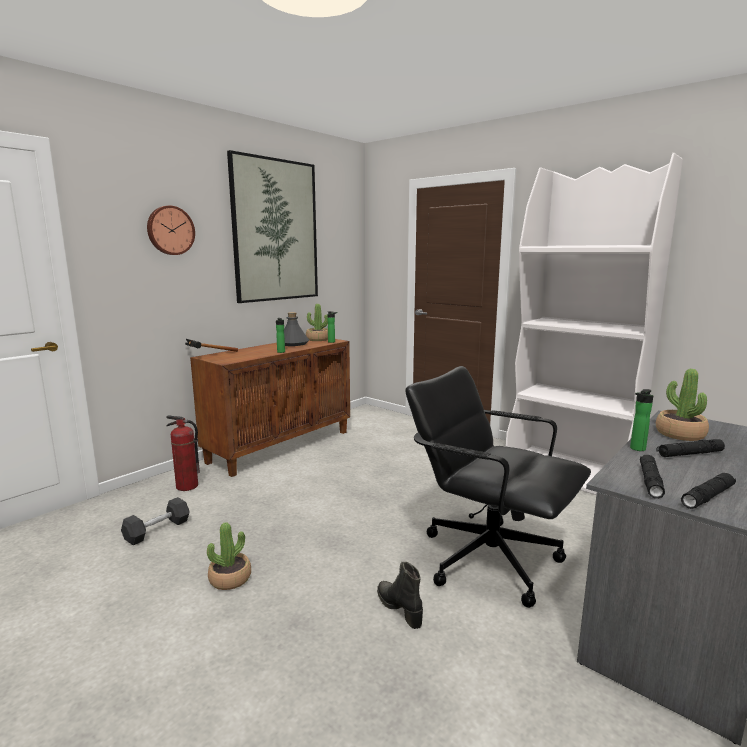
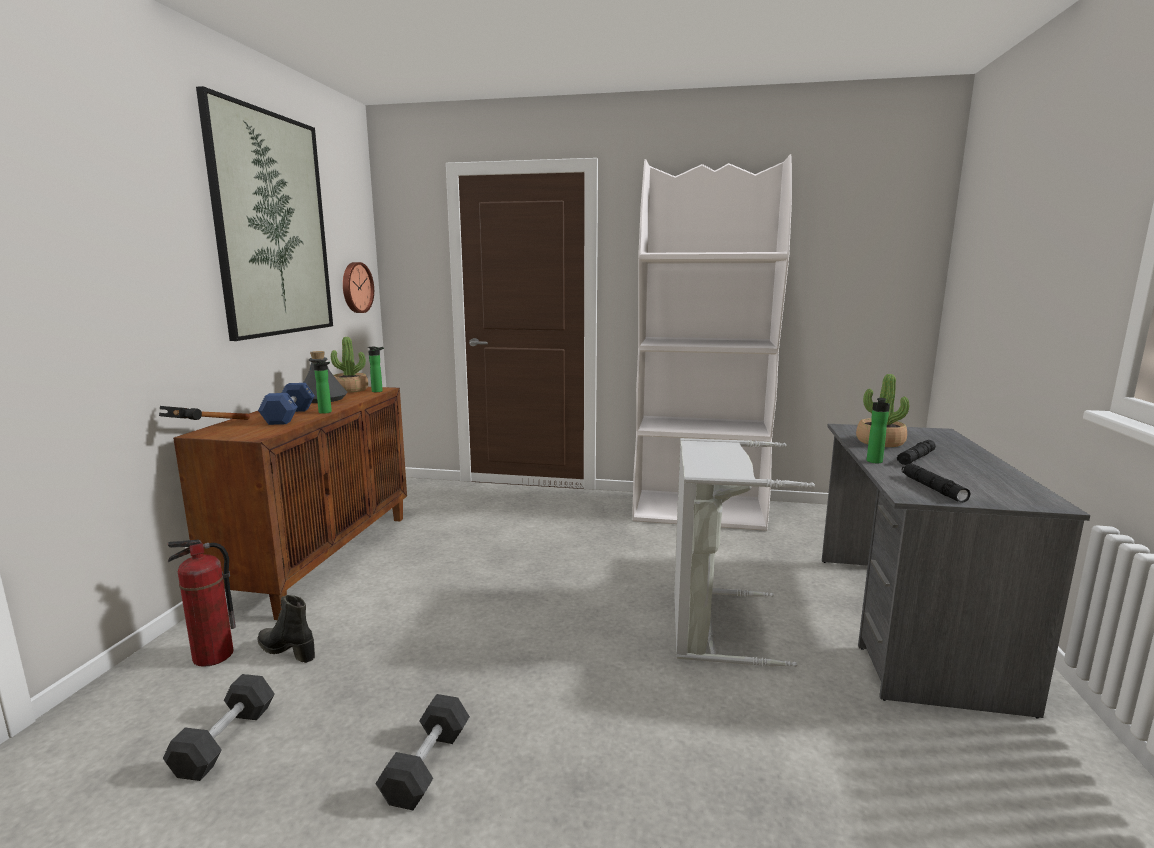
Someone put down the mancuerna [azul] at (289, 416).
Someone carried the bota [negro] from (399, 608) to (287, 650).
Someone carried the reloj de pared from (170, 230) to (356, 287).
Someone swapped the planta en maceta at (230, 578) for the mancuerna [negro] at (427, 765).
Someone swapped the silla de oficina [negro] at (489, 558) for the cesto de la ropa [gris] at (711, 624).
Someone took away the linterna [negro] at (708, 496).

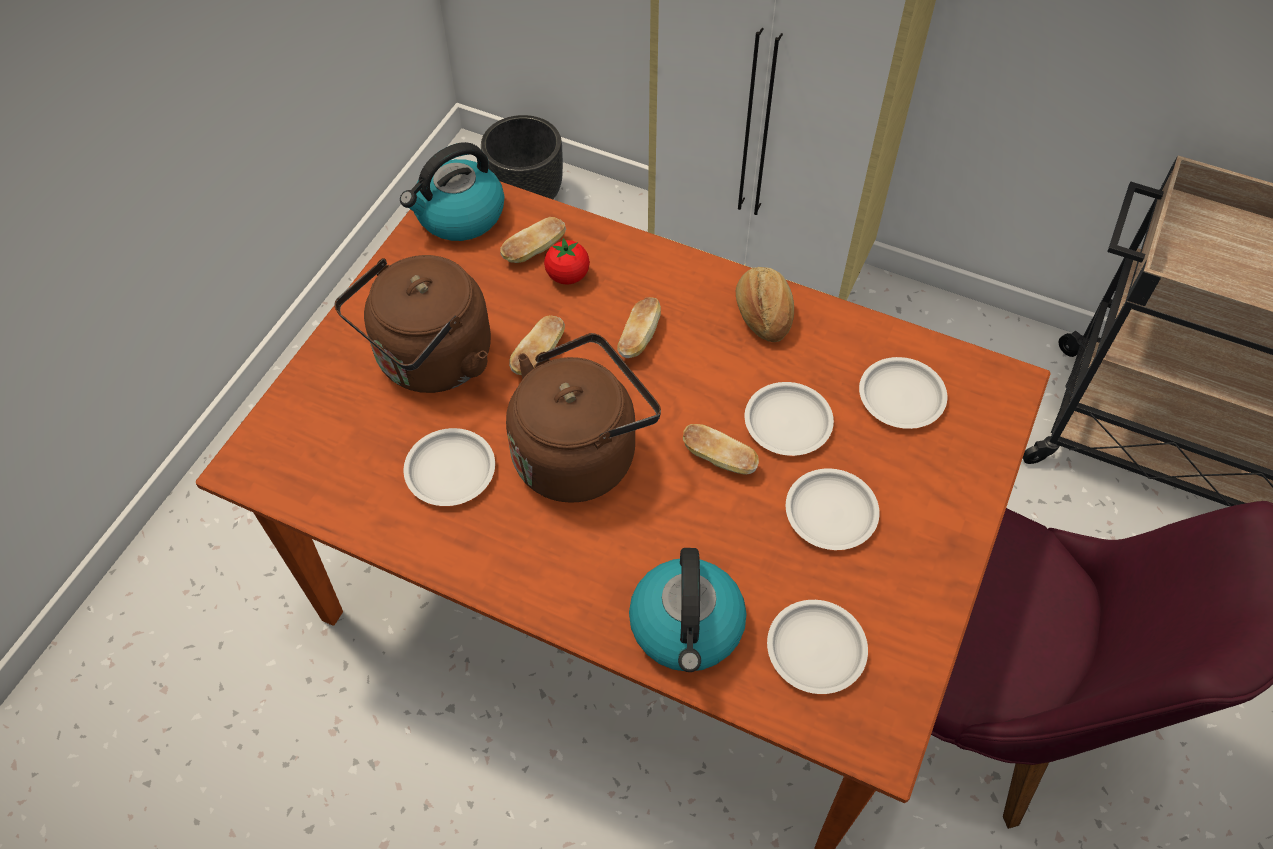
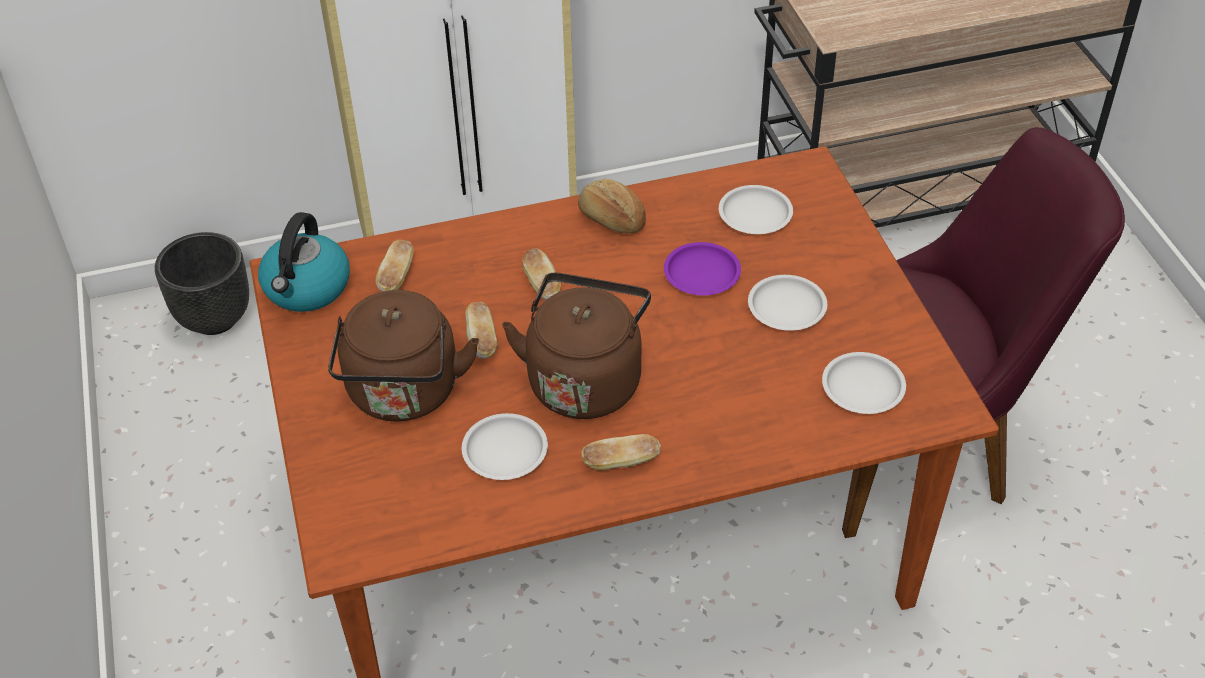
Someone carried the pan from (719, 459) to (621, 462).
Someone repainted the plato [blanco] at (788, 423), which became the plato [morado] at (702, 273).
Someone took away the tomate at (567, 276).
Someone took away the hervidor at (687, 627).

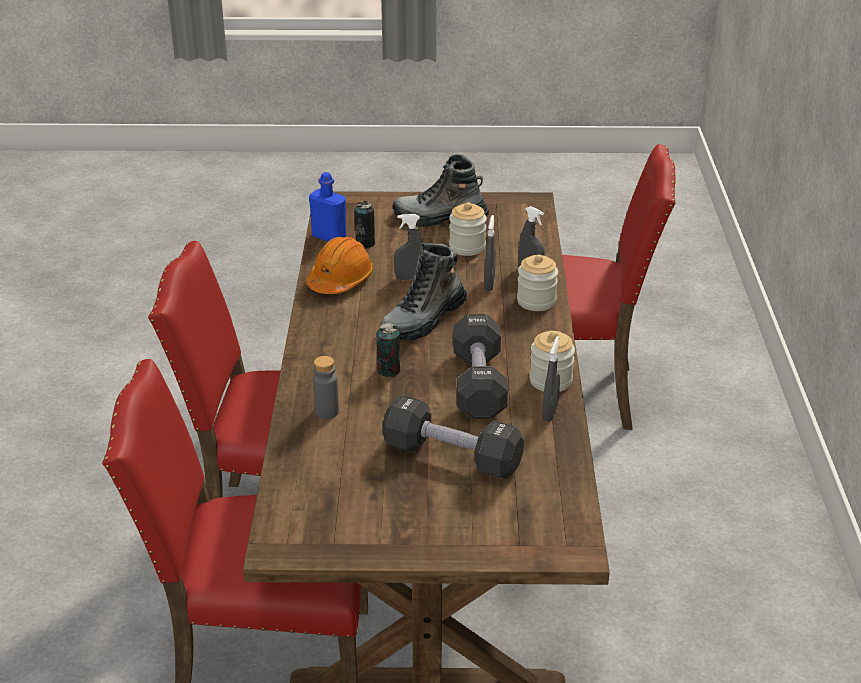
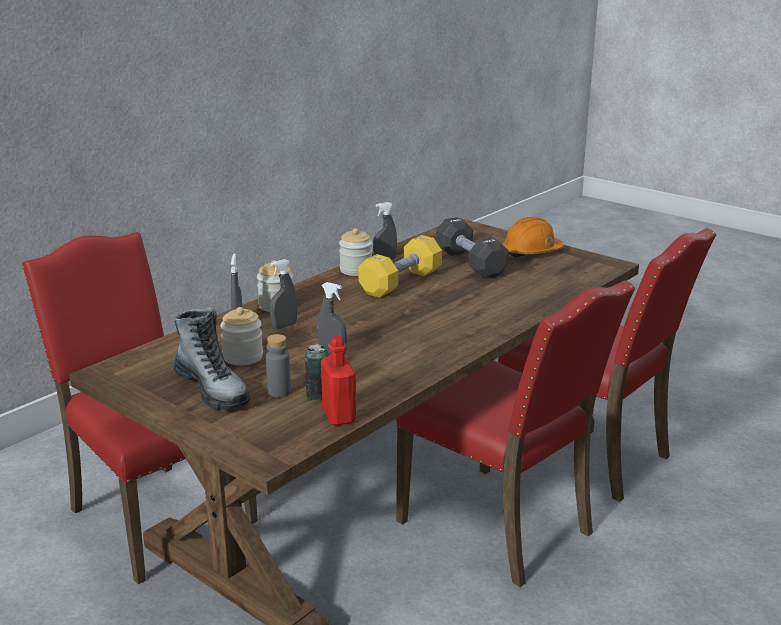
Someone carried the botella [gris] from (326, 412) to (279, 391).
Someone repainted the botella [azul] at (329, 237), which became the botella [rojo] at (339, 415).
Someone repainted the mancuerna [negro] at (478, 384), which became the mancuerna [amarillo] at (400, 282).
Someone carried the casco [naranja] from (340, 280) to (531, 252).
Someone took away the lata at (388, 371).
Someone took away the bota at (423, 320).

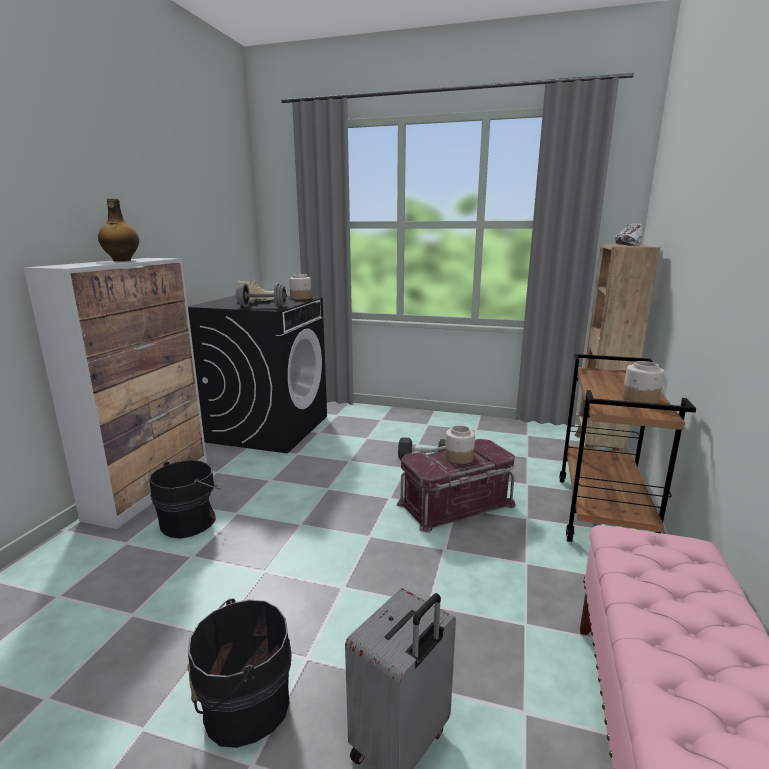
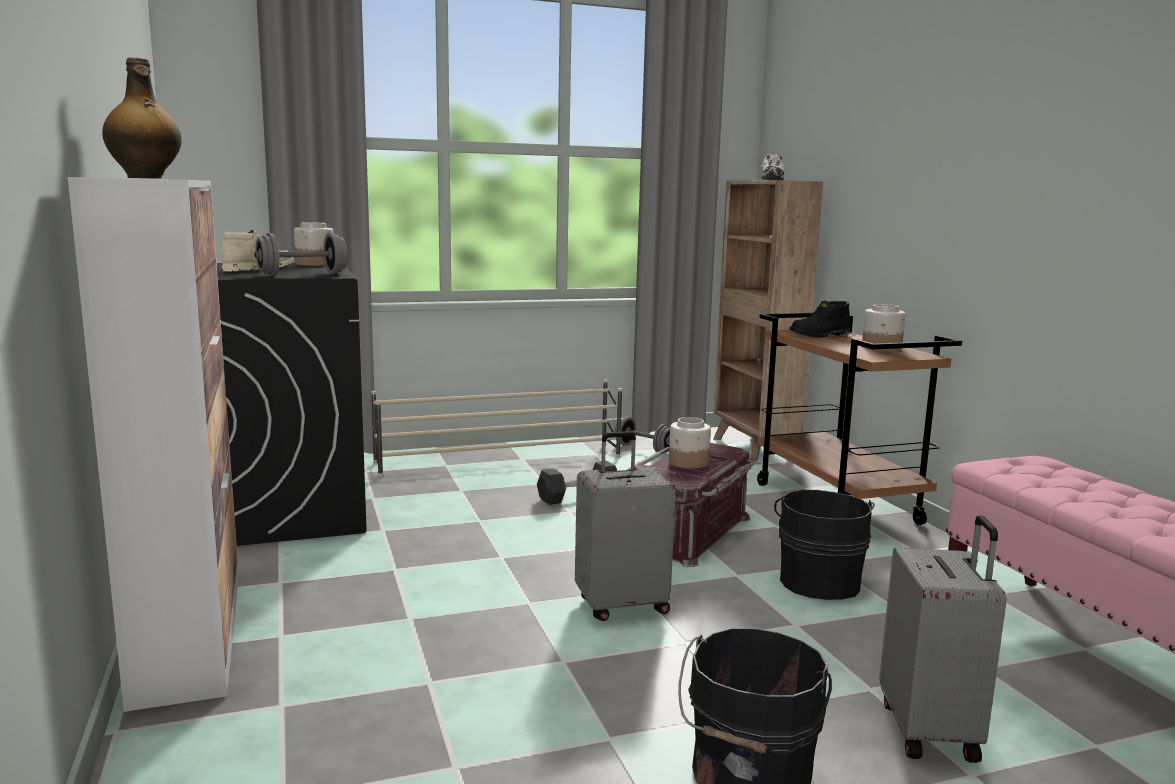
Someone put down the zapatero [beis] at (500, 460).
Someone put down the maleta [gris] at (621, 605).
Someone put down the mancuerna [gris] at (643, 449).
Someone carried the cubo [negro] from (191, 521) to (819, 580).
Someone put down the bota [negro] at (820, 335).

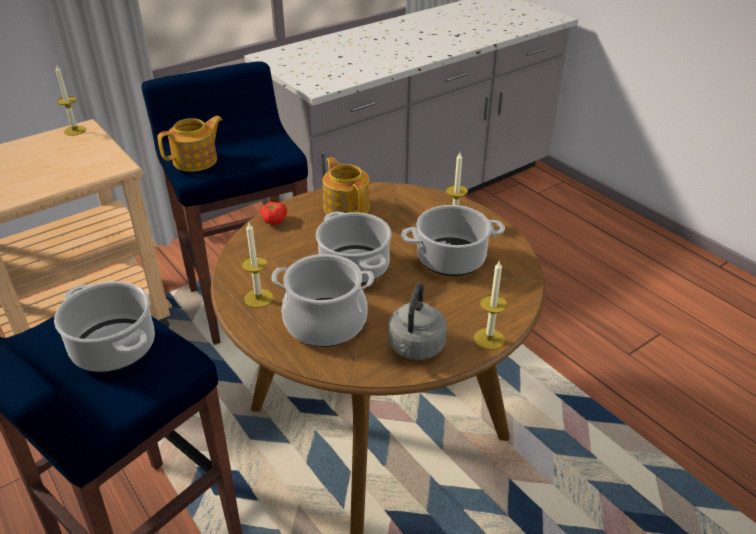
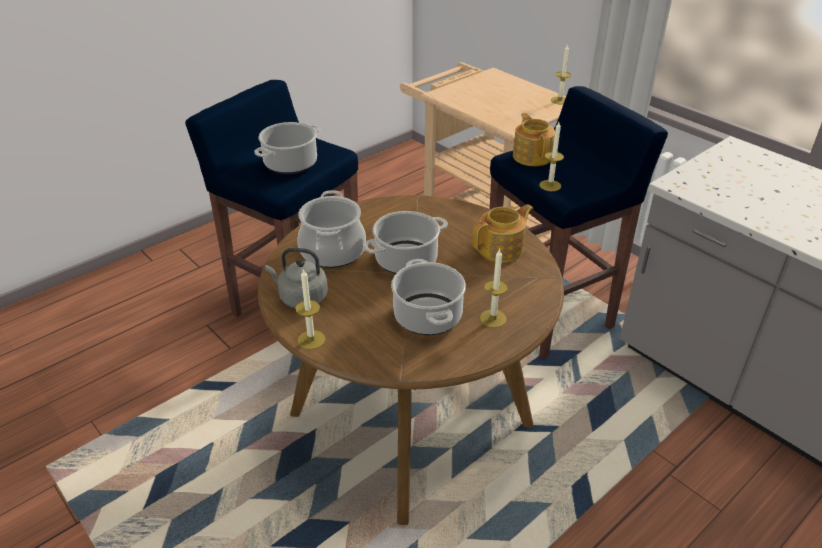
Someone rotated the tetera at (196, 160) by 150 degrees counterclockwise.
Someone carried the vela from (258, 298) to (550, 185).
Someone took away the tomate at (273, 220).

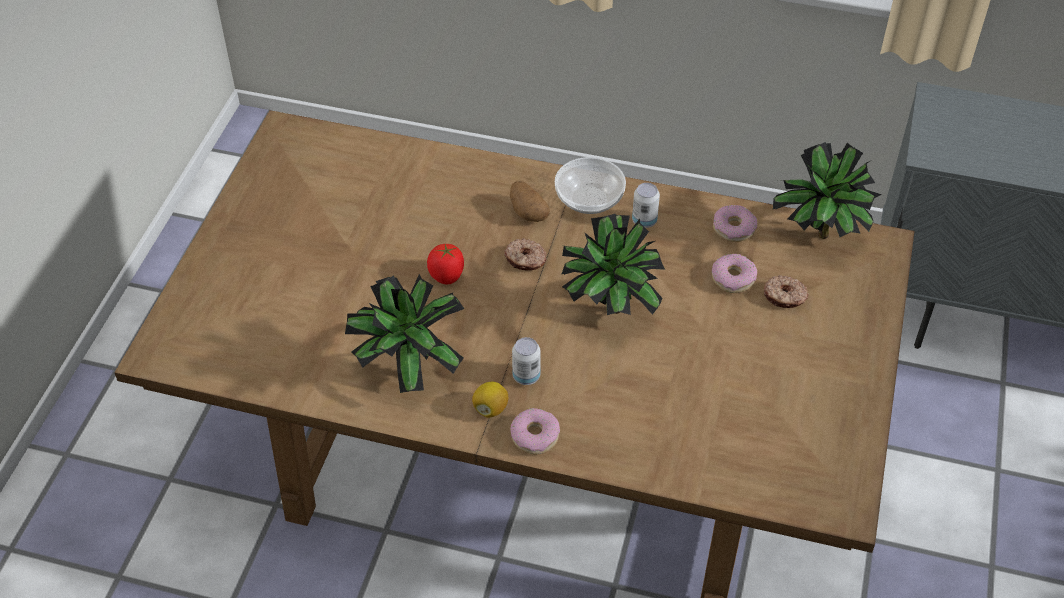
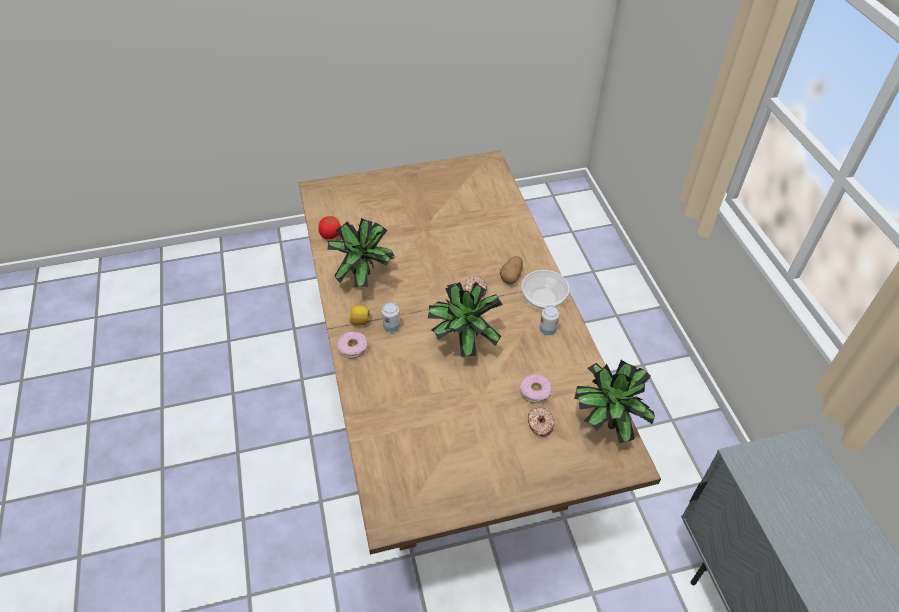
Someone carried the tomate from (446, 276) to (330, 235).
Someone took away the rosquilla at (734, 228).

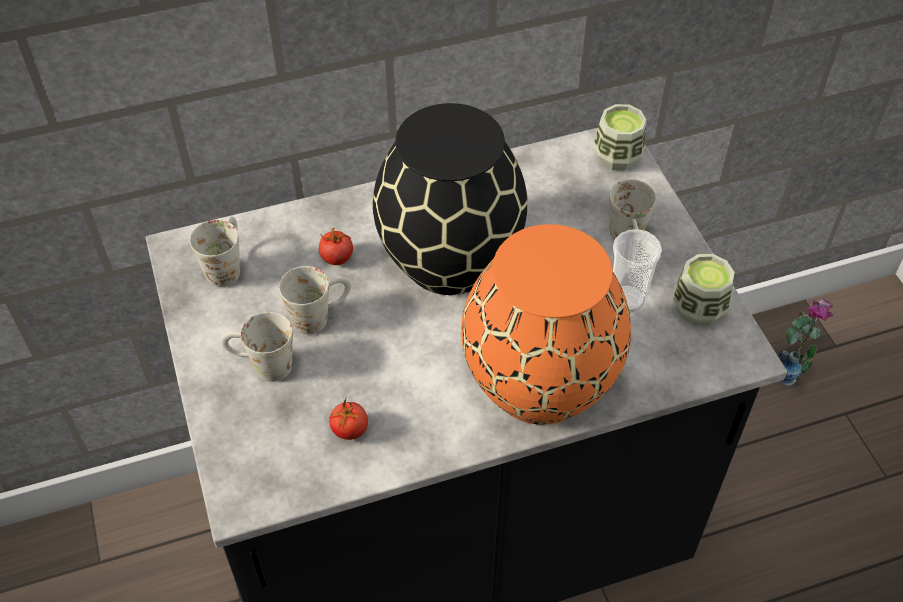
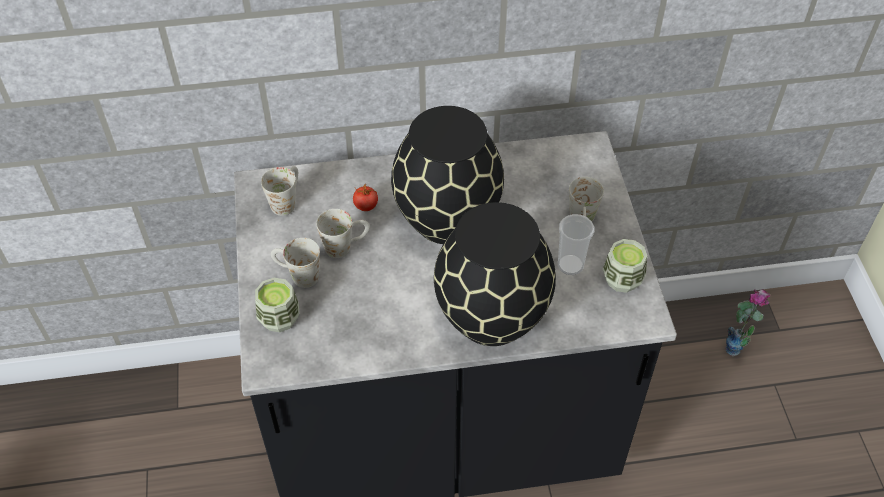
Someone carried the taza from (617, 157) to (279, 318).
Someone repainted the florero [naranja] at (542, 383), which became the florero [negro] at (493, 316).
Someone took away the tomate at (349, 430).

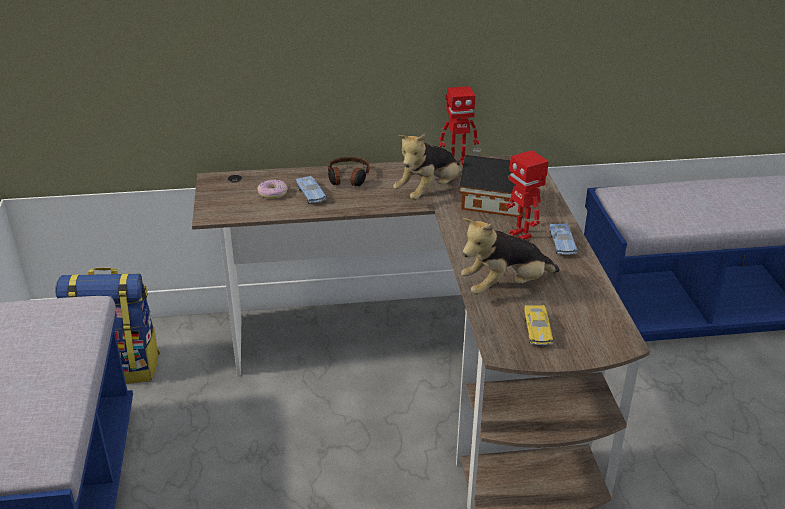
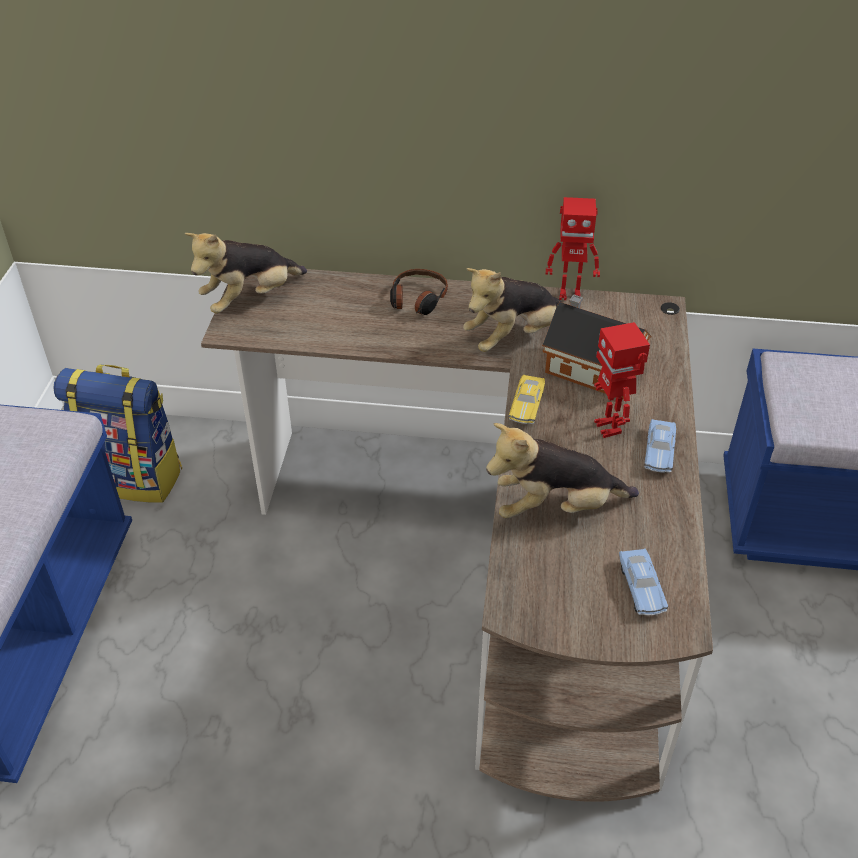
Someone put down the peluche at (250, 299).
Someone carried the coche de juguete [amarillo] from (537, 330) to (526, 405).
Someone carried the coche de juguete [azul] from (311, 194) to (641, 588).
Someone took away the rosquilla at (272, 193).

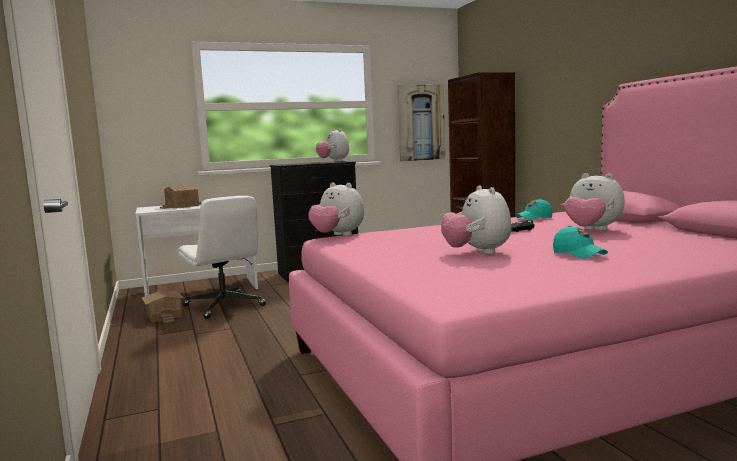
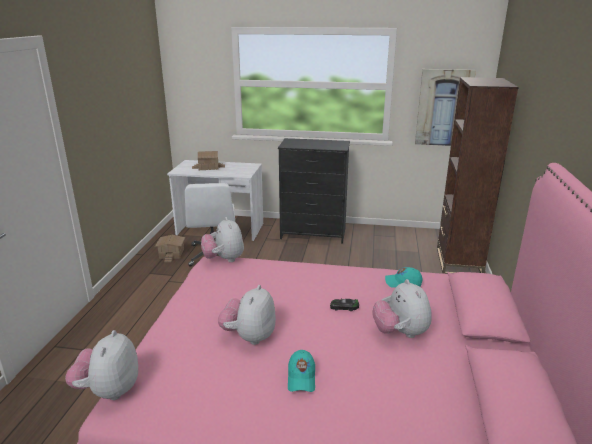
Someone carried the peluche from (333, 161) to (109, 391).

